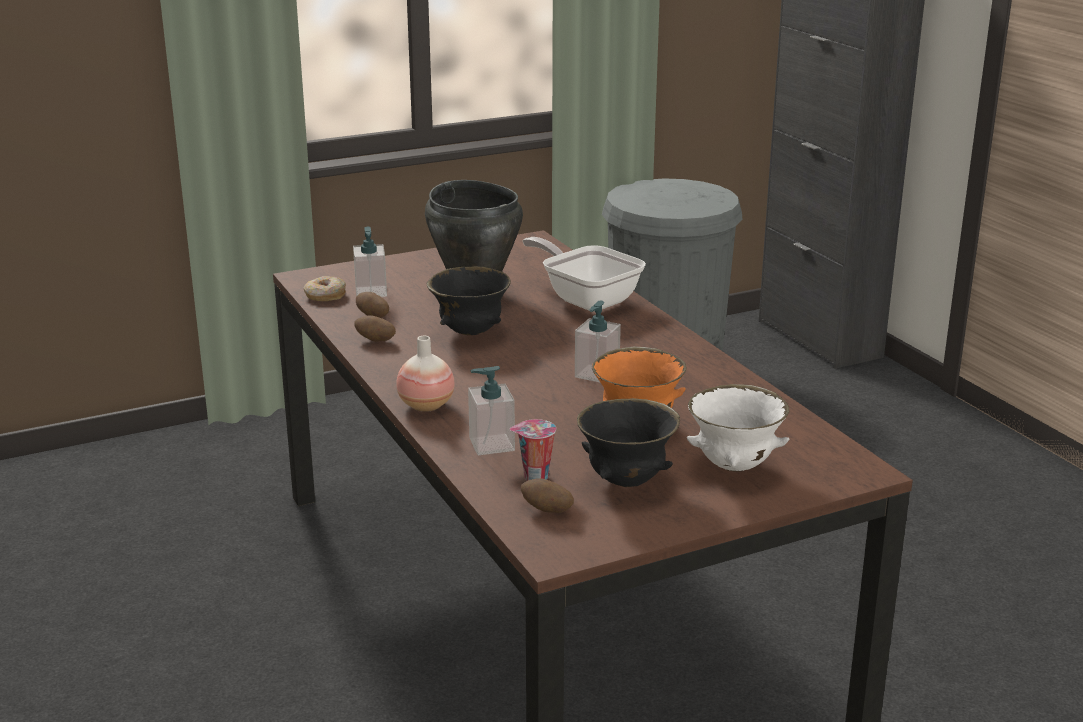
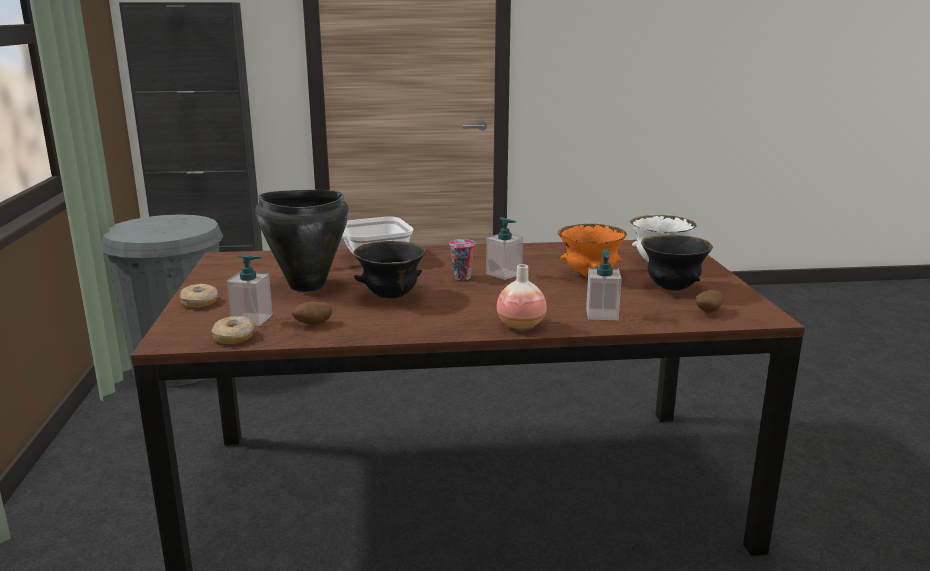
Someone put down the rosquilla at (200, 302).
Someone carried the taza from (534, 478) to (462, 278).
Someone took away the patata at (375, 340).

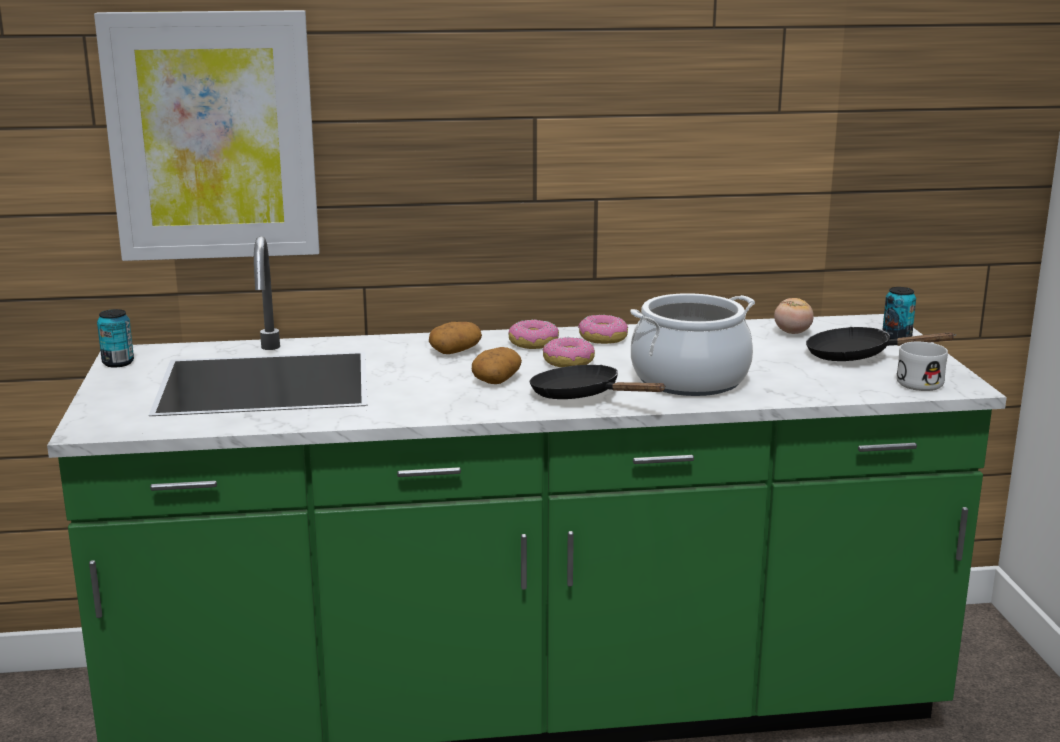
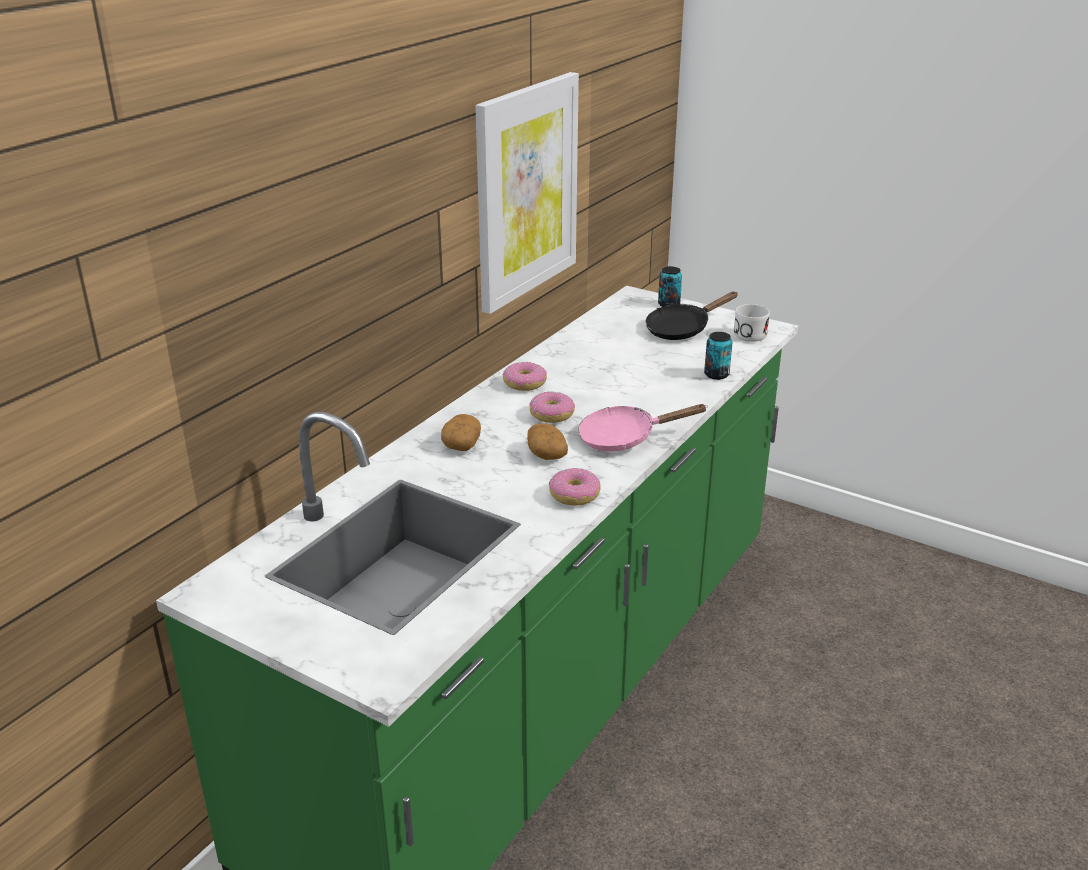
Someone carried the cuadro from (212, 136) to (526, 190).
Someone carried the rosquilla from (533, 343) to (574, 495).
Someone repainted the sartén [negro] at (582, 396), which became the sartén [rosa] at (624, 438).
Someone carried the lata from (118, 363) to (716, 375).
Someone took away the olla at (689, 379).
Someone took away the tomate at (792, 332).

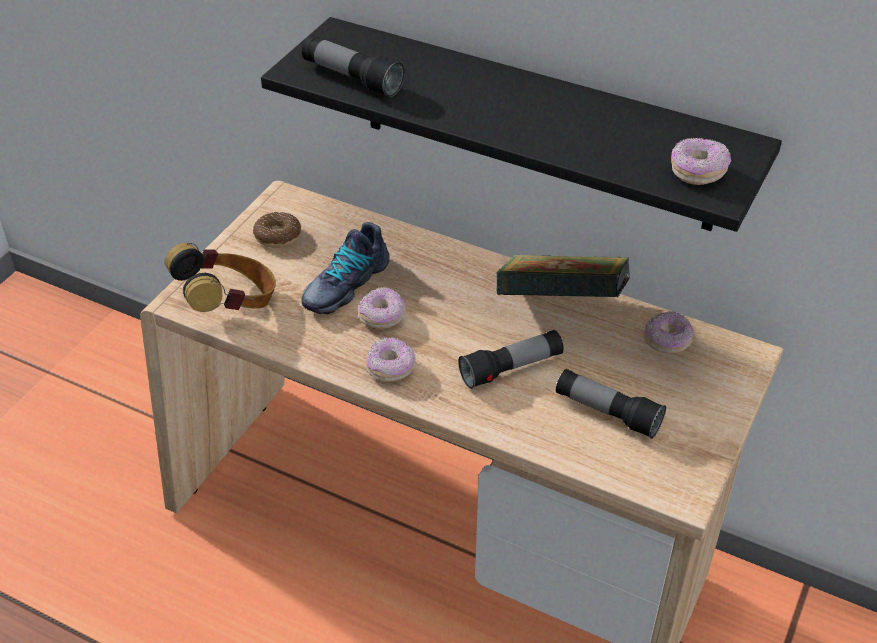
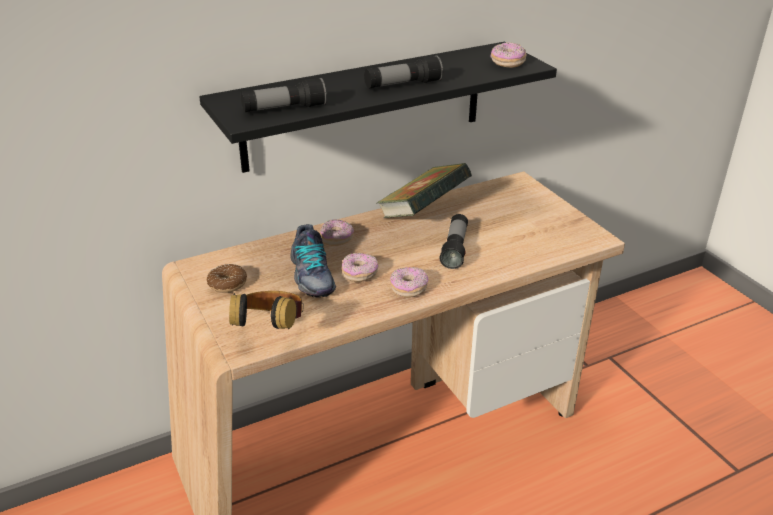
Someone carried the rosquilla from (667, 341) to (337, 239).
Someone carried the linterna from (607, 412) to (402, 85).

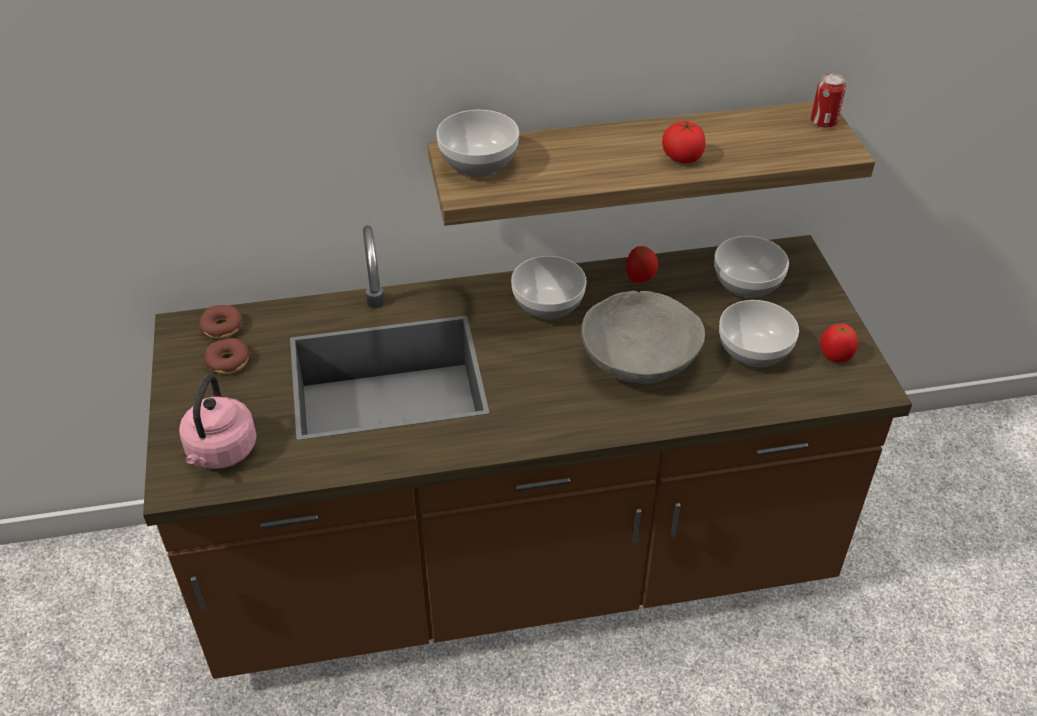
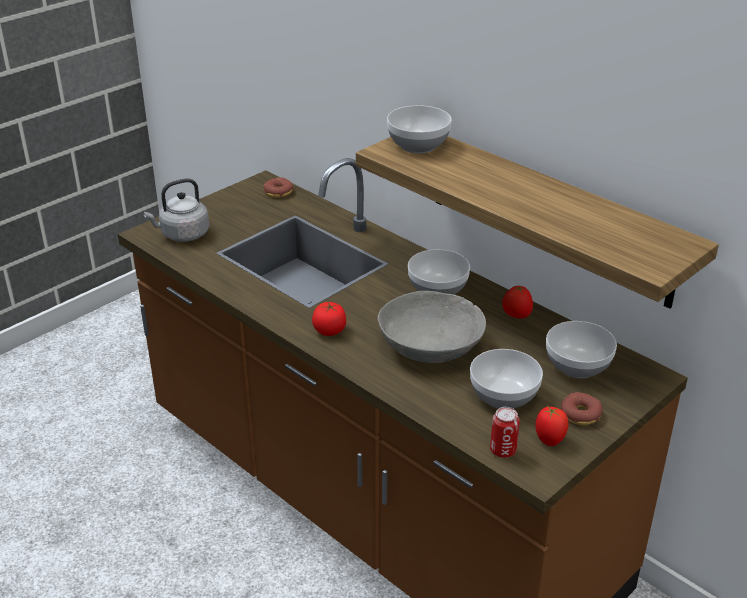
Someone repainted the hervidor [rosa] at (221, 452), which became the hervidor [gris] at (182, 235).
Someone carried the tomate from (682, 157) to (329, 330).
Someone carried the lata from (823, 122) to (503, 450).
Someone carried the rosquilla from (228, 361) to (580, 414).

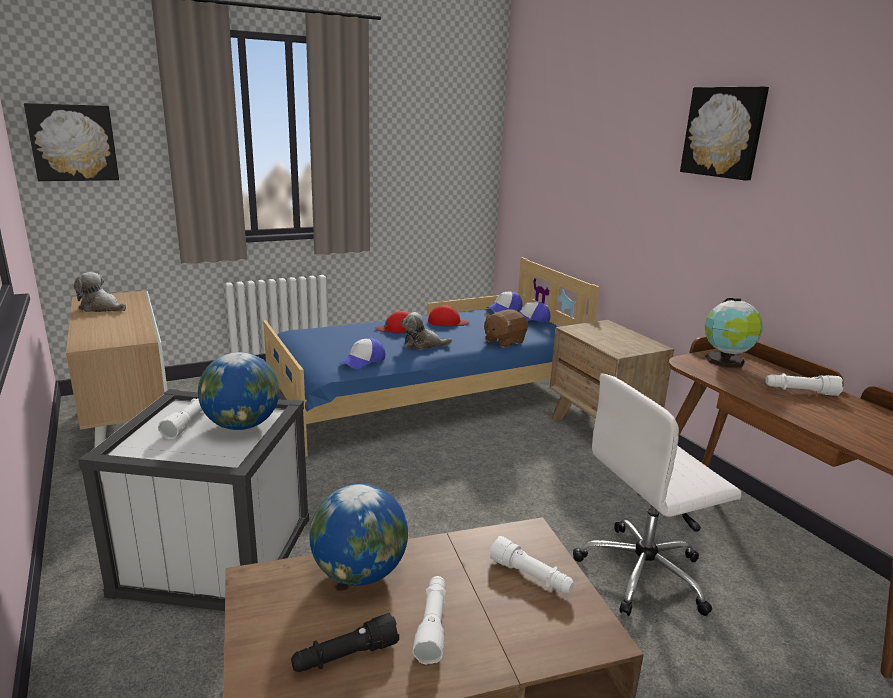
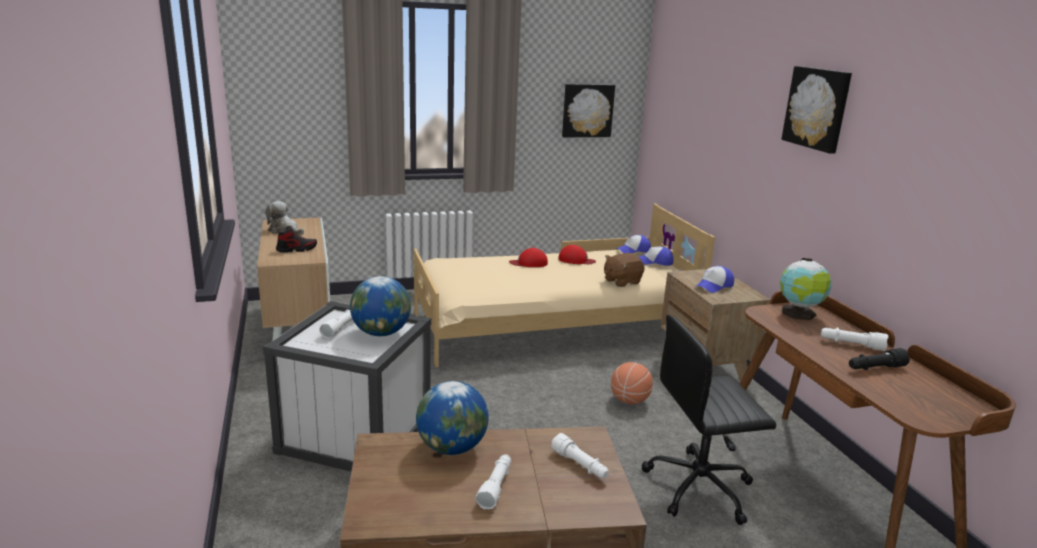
Someone put down the zapato at (297, 249).
Someone repainted the cama [azul] at (428, 397), which became the cama [beis] at (553, 327).
Someone carried the cuadro from (73, 142) to (587, 110).
Someone put down the balón de baloncesto at (629, 400).
Someone repainted the silla de oficina [blanco] at (644, 573), which became the silla de oficina [negro] at (700, 487).
Someone carried the gorra from (363, 361) to (714, 286).
Someone carried the linterna [negro] from (345, 656) to (875, 368).
Someone took away the peluche at (423, 345).

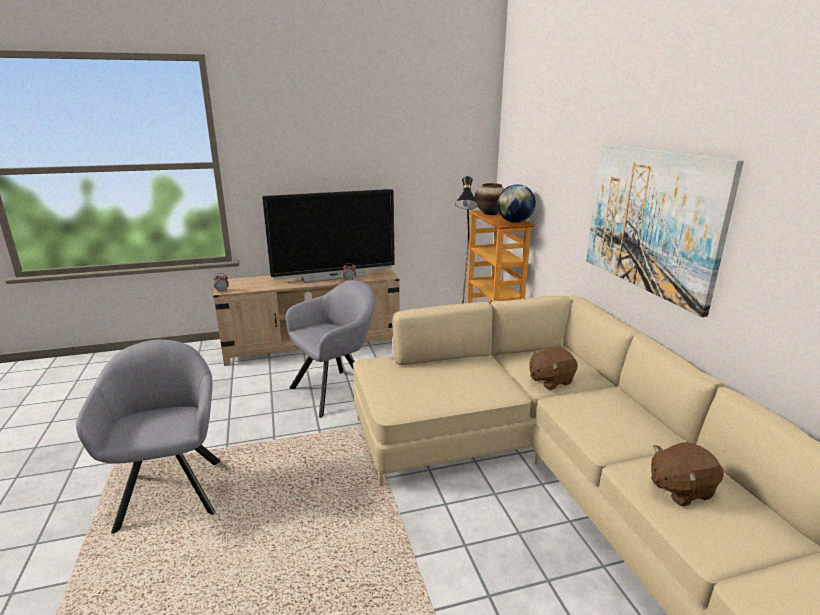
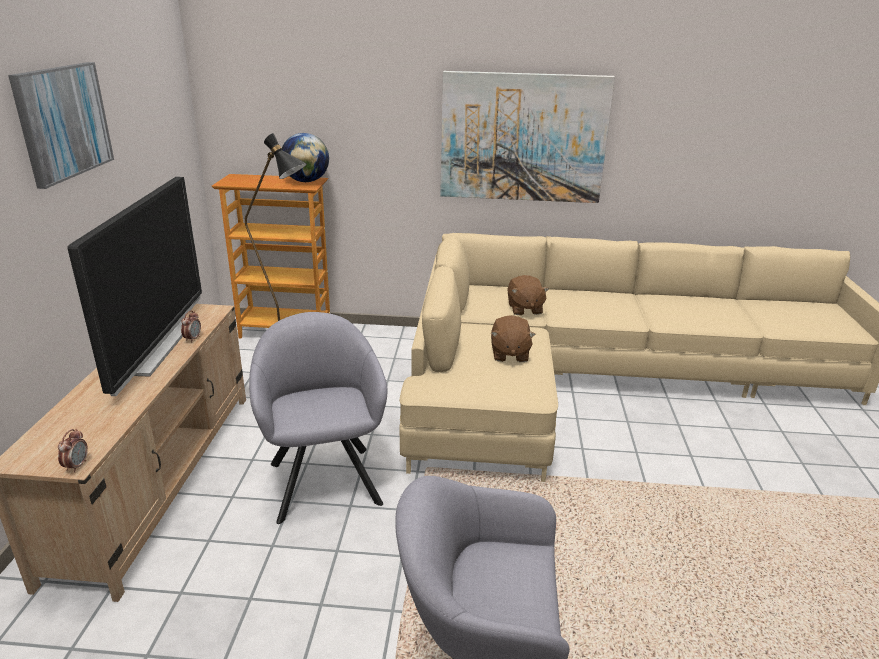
Someone put up the cuadro at (63, 122).
Someone carried the peluche [marrón] from (680, 489) to (509, 354).
Someone took away the florero at (490, 213).

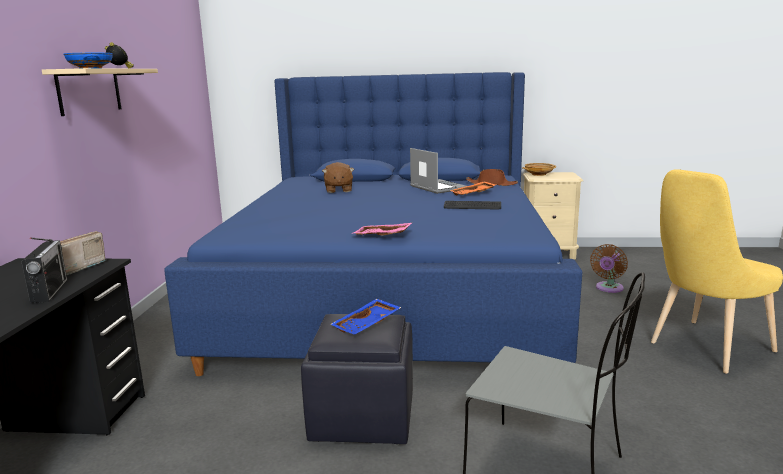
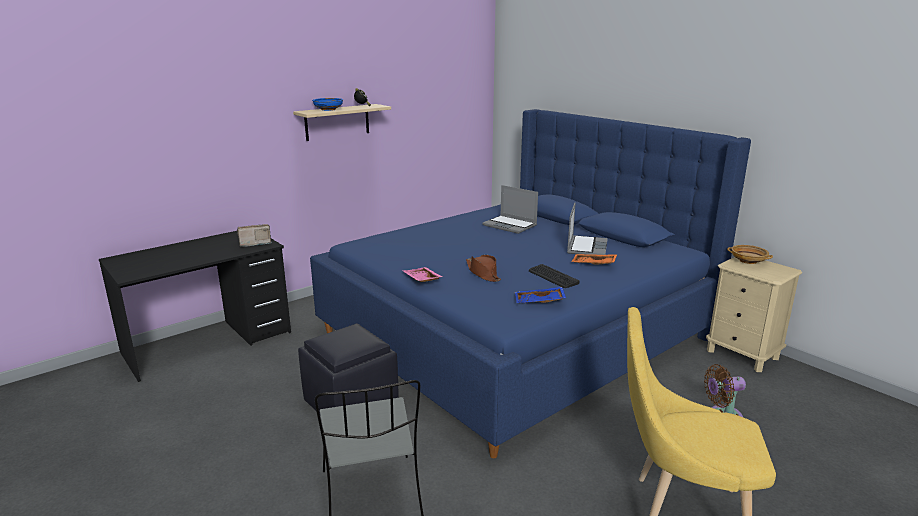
Someone carried the sombrero [marrón] from (491, 184) to (483, 273).
Someone swapped the peluche [marrón] at (338, 190) for the portátil at (510, 225).
Someone carried the bandeja [azul] from (367, 325) to (539, 302).
Someone took away the radio at (50, 291).

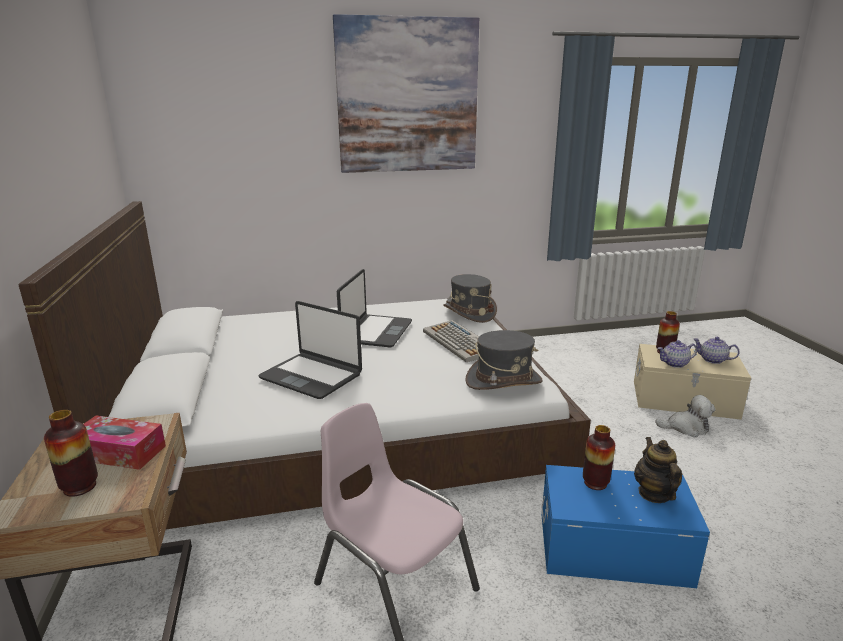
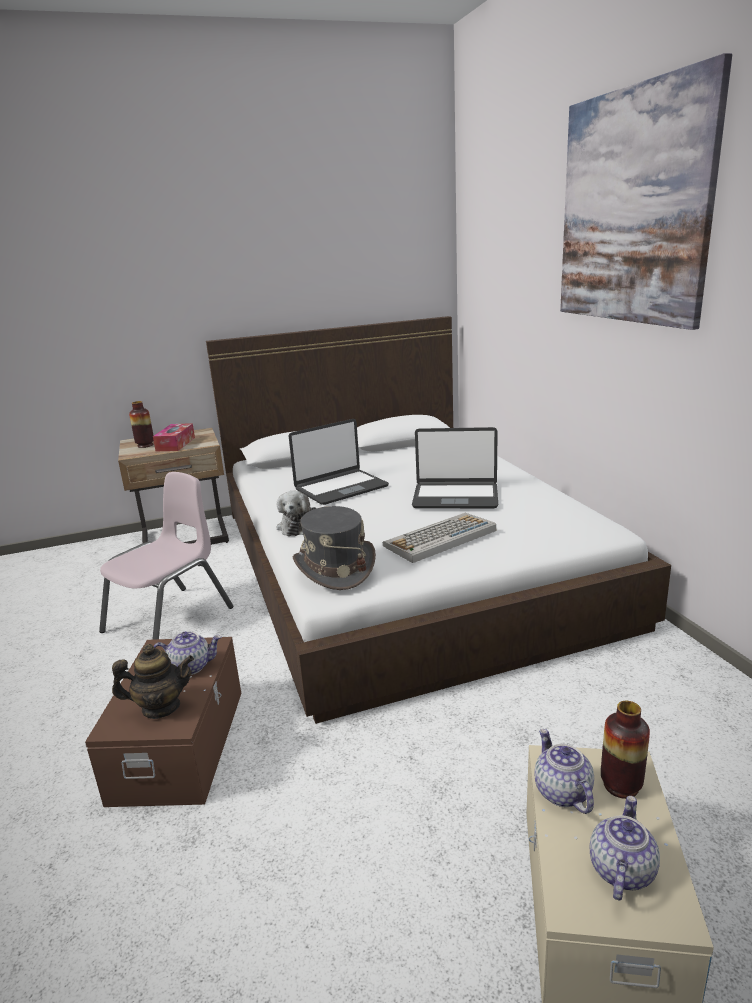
Someone repainted the caja de almacenaje [azul] at (612, 547), which became the caja de almacenaje [marrón] at (182, 743).
Someone swapped the florero at (595, 483) for the tetera at (191, 666).
Someone carried the peluche from (686, 428) to (297, 526).
Someone rotated the portátil at (311, 376) by 150 degrees counterclockwise.
Someone took away the sombrero [gris] at (469, 313).

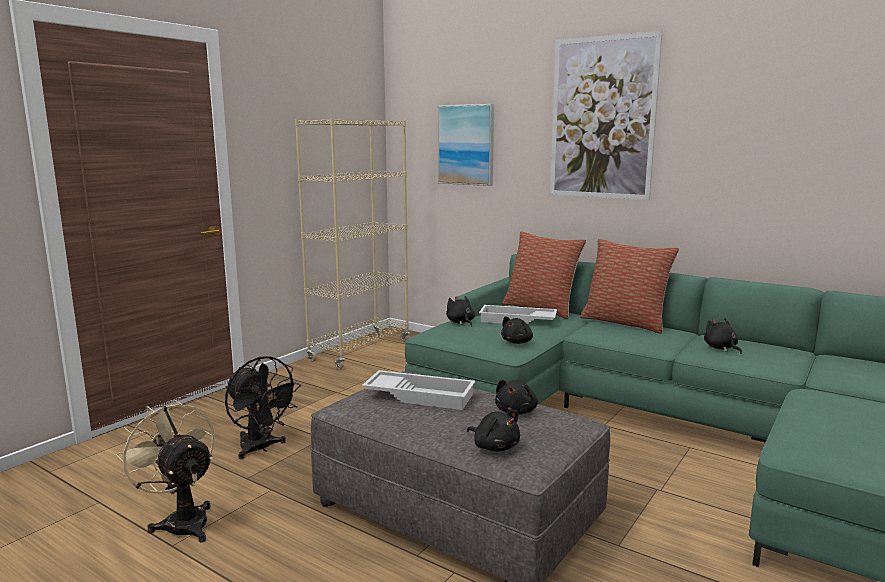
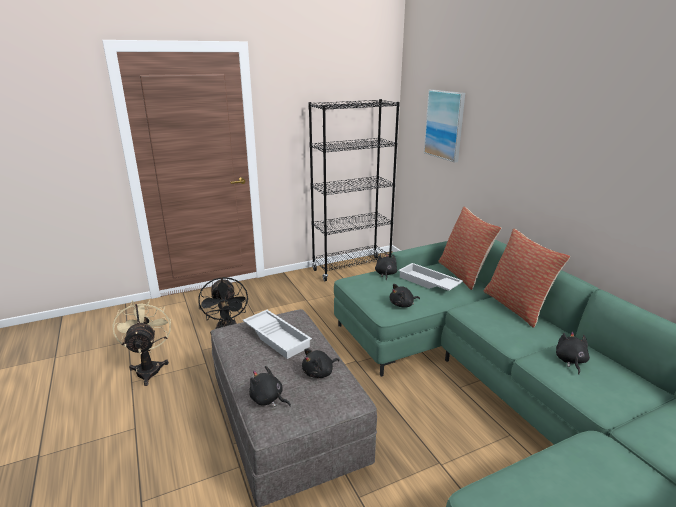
Someone rotated the peluche [negro] at (494, 446) by 135 degrees clockwise.
Someone repainted the estantería [beis] at (360, 351), which became the estantería [negro] at (351, 269).
Someone took away the cuadro at (602, 118).

